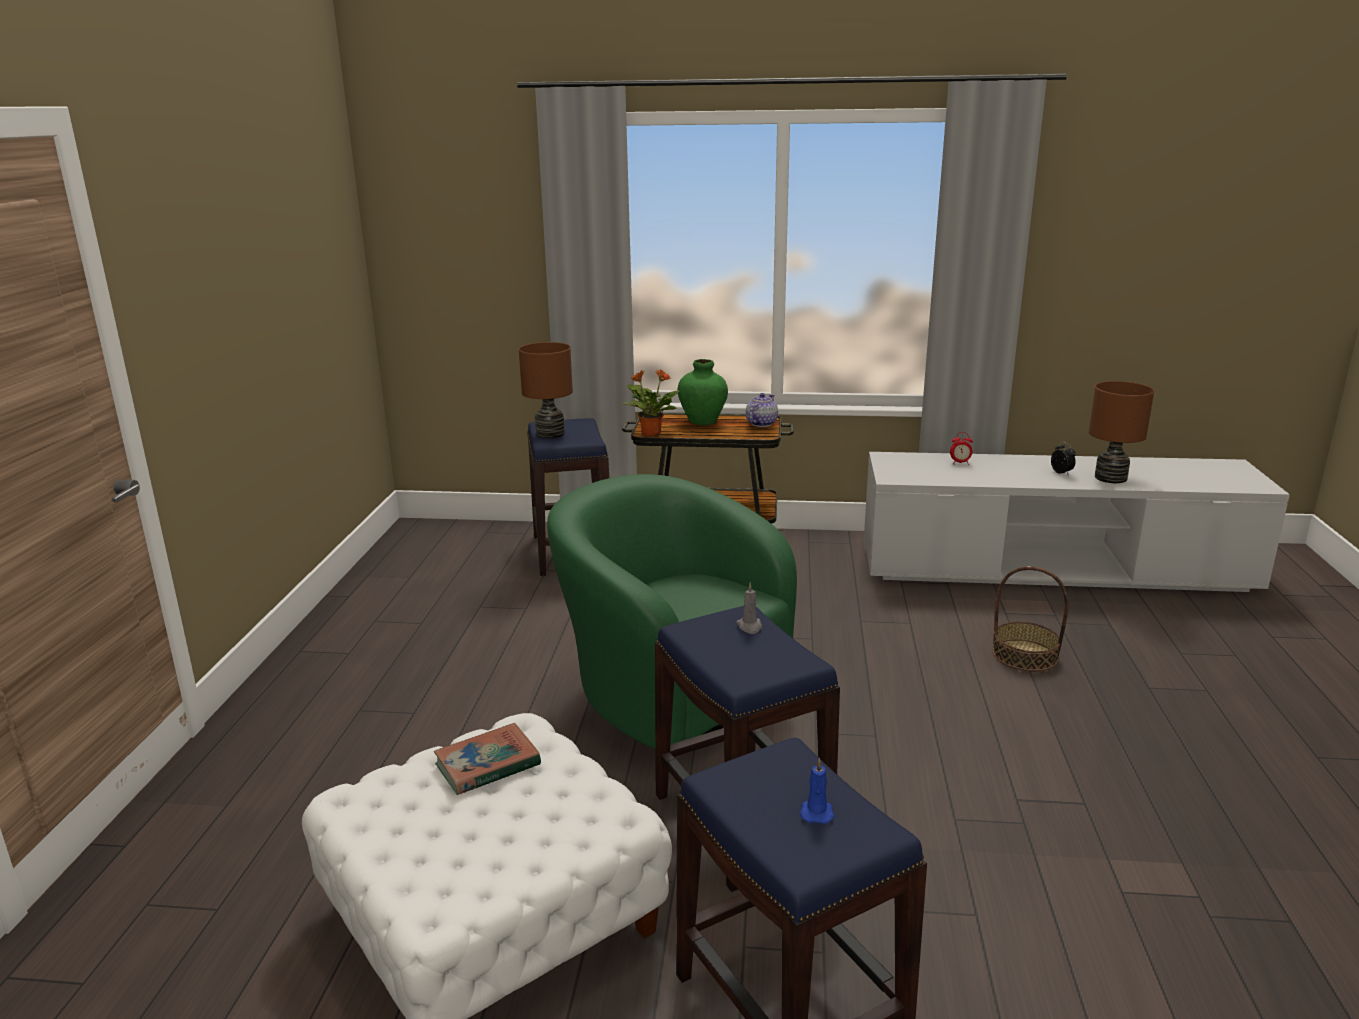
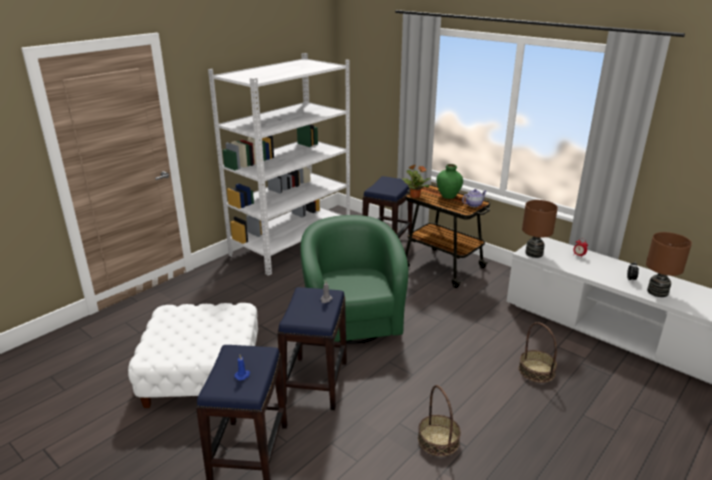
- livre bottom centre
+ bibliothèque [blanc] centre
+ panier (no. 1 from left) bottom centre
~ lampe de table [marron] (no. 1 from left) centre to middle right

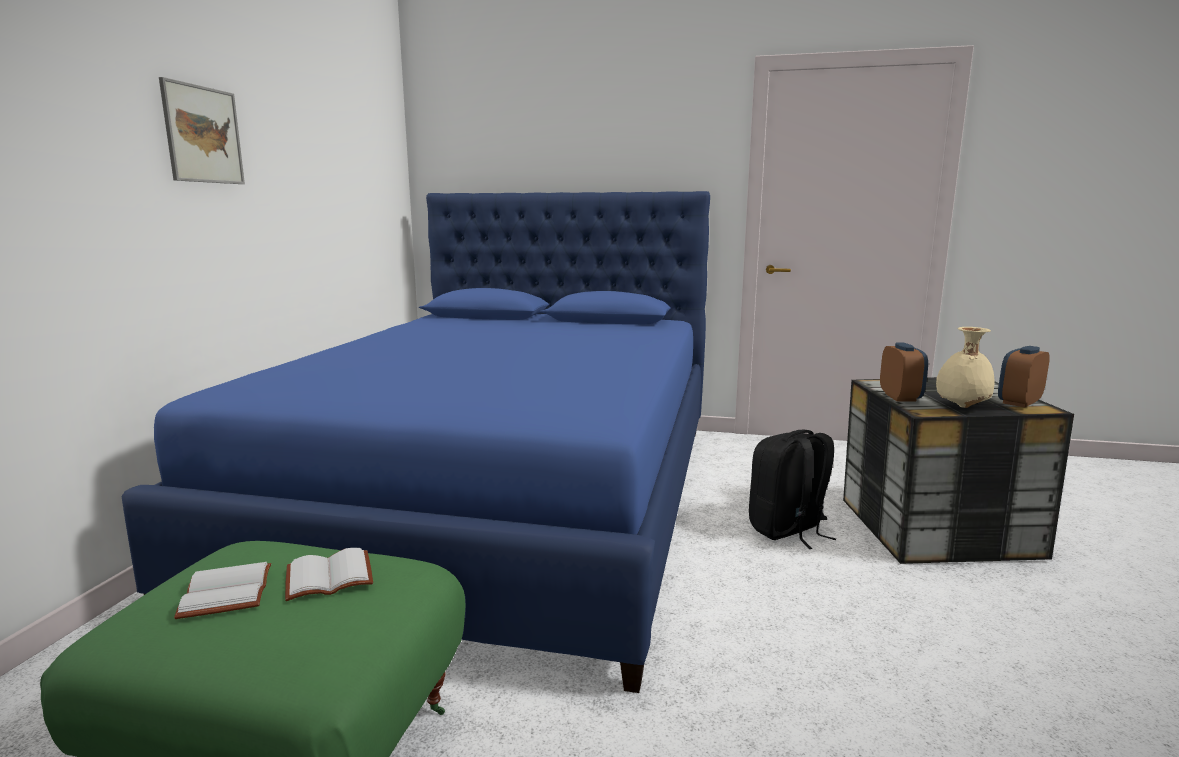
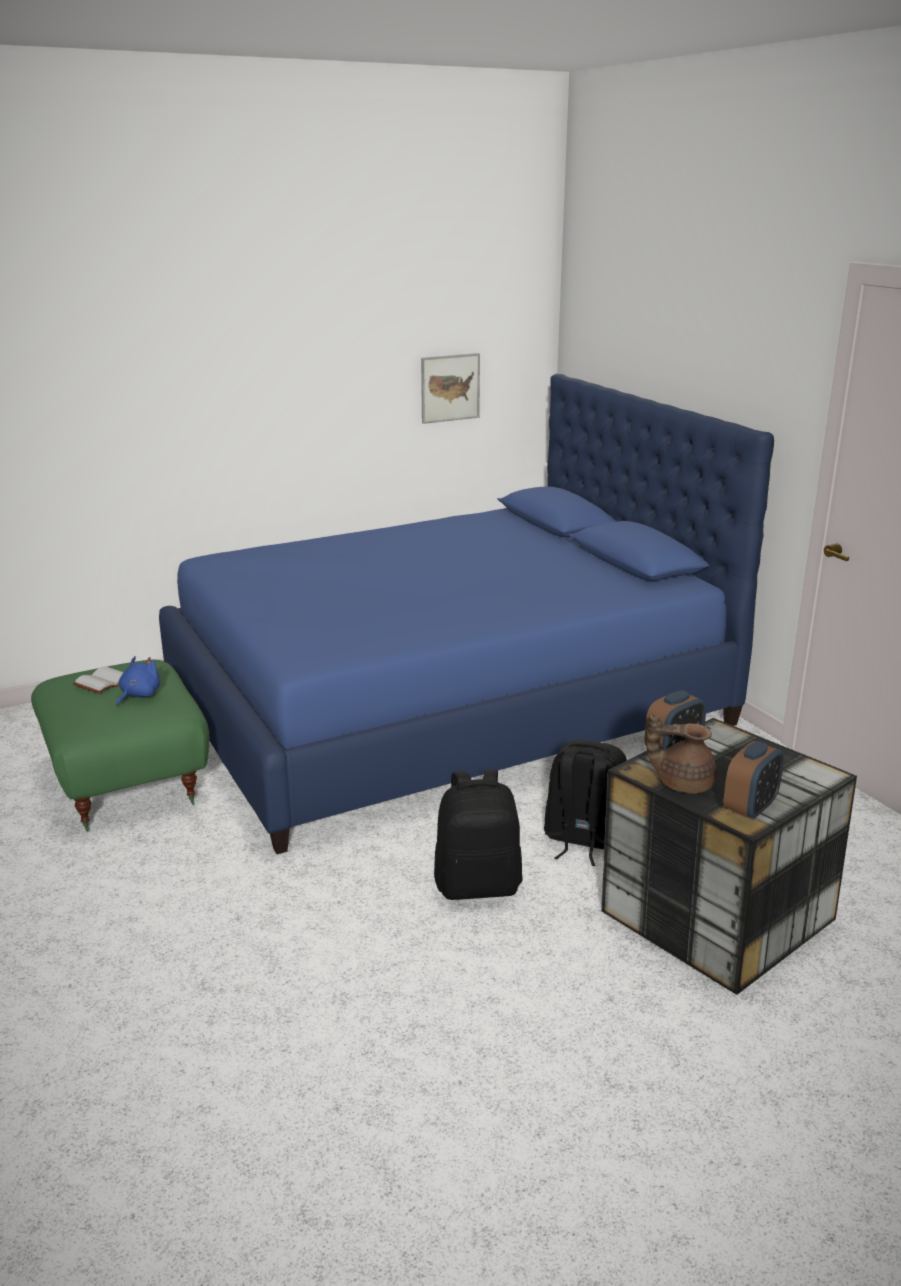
+ sac à dos [noir] (no. 1 from left) centre
~ tableau top left to top centre
~ livre [blanc] (no. 2 from left) bottom left to peluche [bleu] middle left
~ vase [beige] middle right to théière [marron] middle right
~ réveil (no. 2 from left) middle right = middle right 120 degrees clockwise

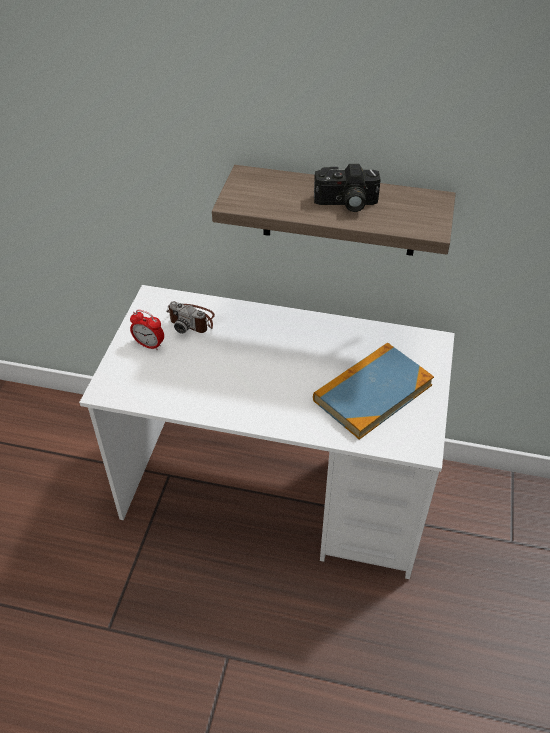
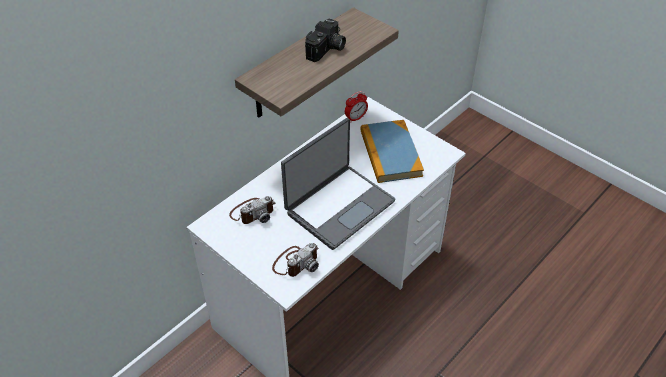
+ appareil photo (no. 2 from left) bottom centre
+ ordinateur portable centre
~ réveil middle left to top centre

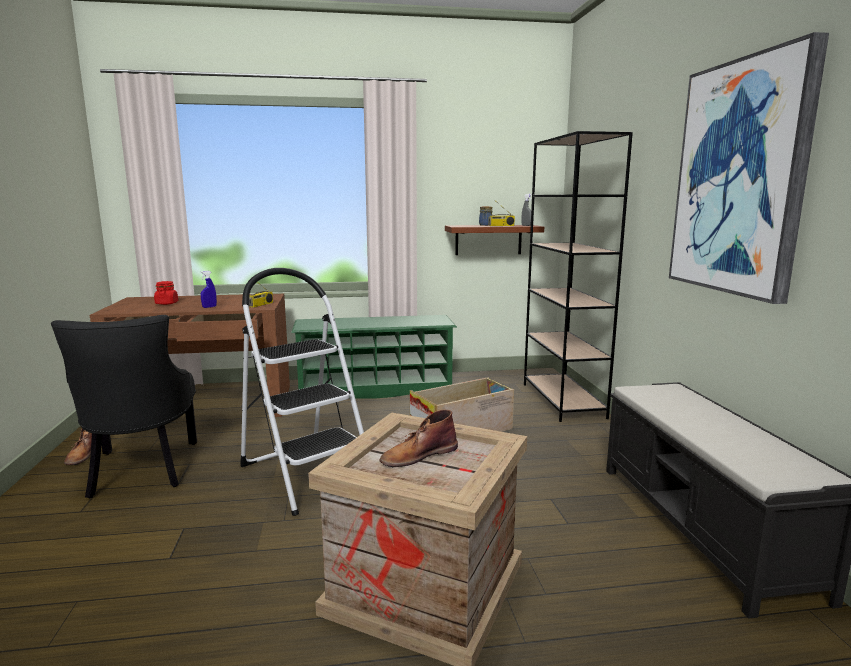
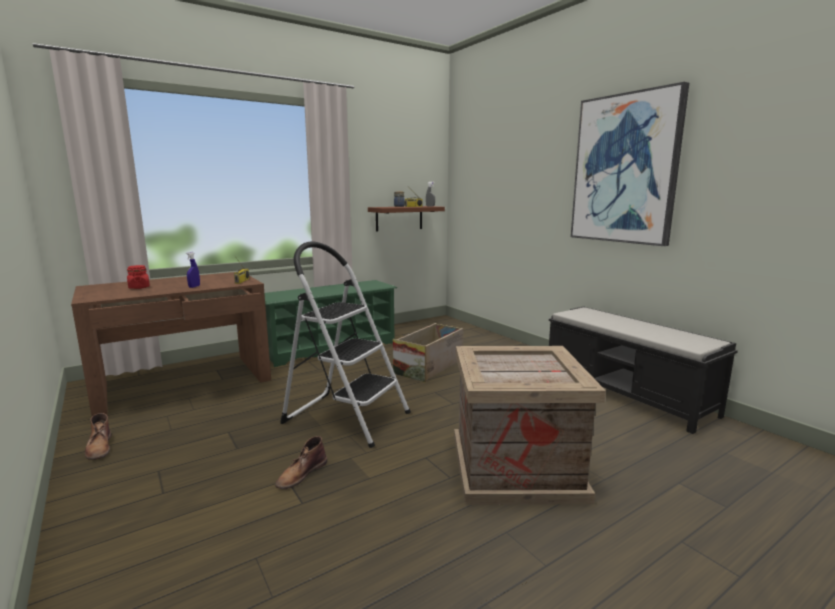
- chaise [noir] middle left
- bibliothèque [beige] middle right
~ botte [marron] (no. 2 from left) centre to bottom centre

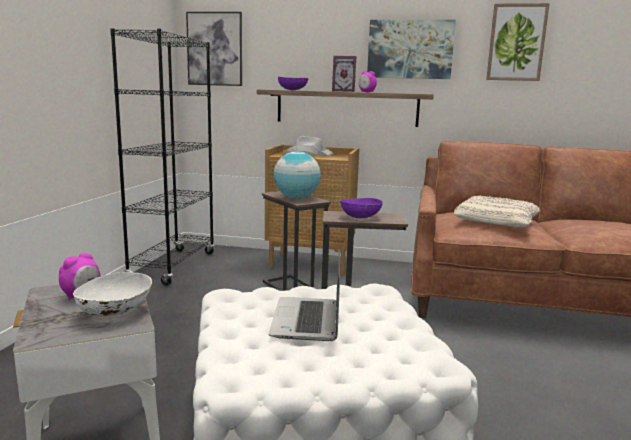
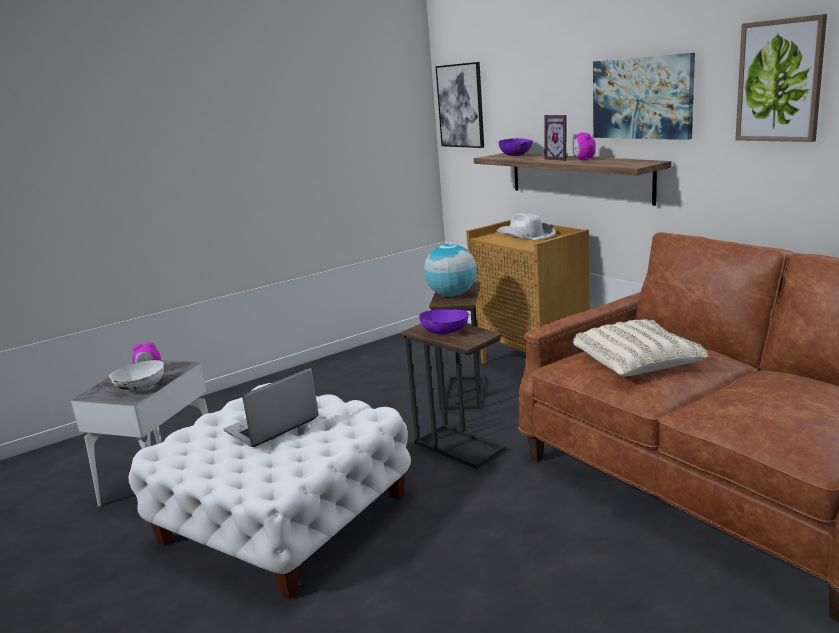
- bibliothèque [noir] middle left

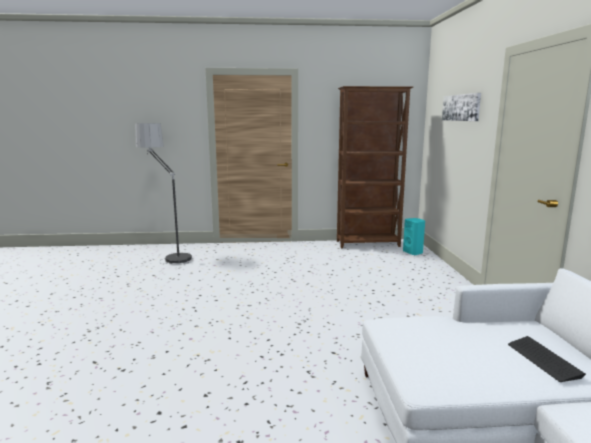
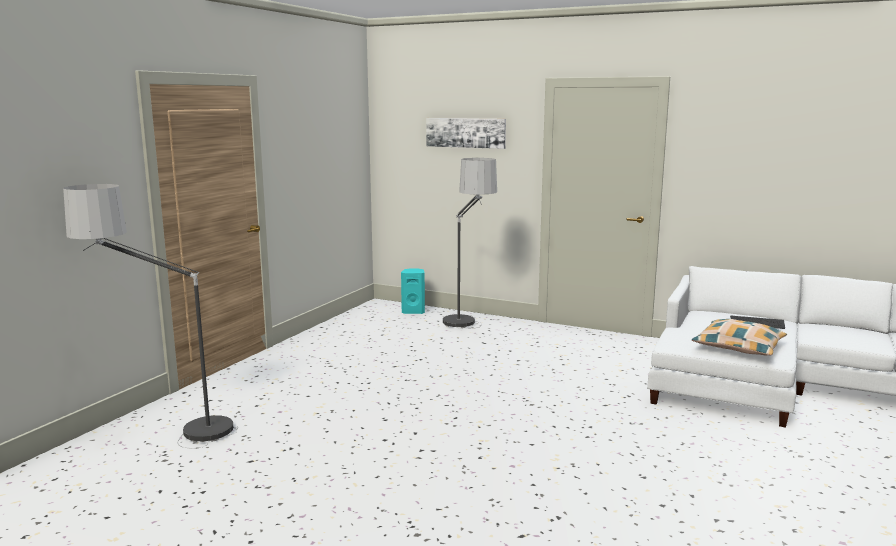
- bibliothèque [marron] centre
+ lampadaire (no. 2 from left) centre
+ coussin middle right

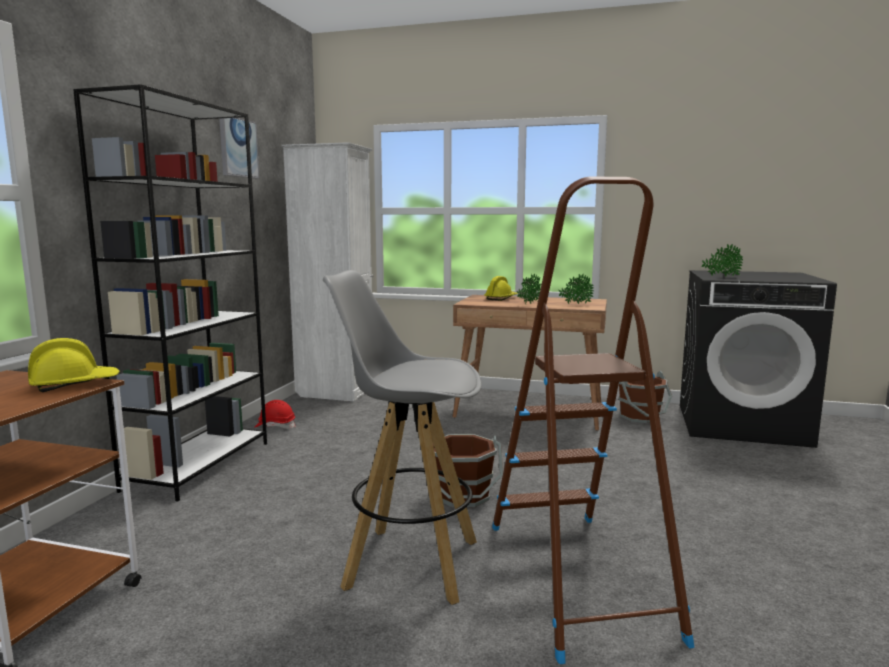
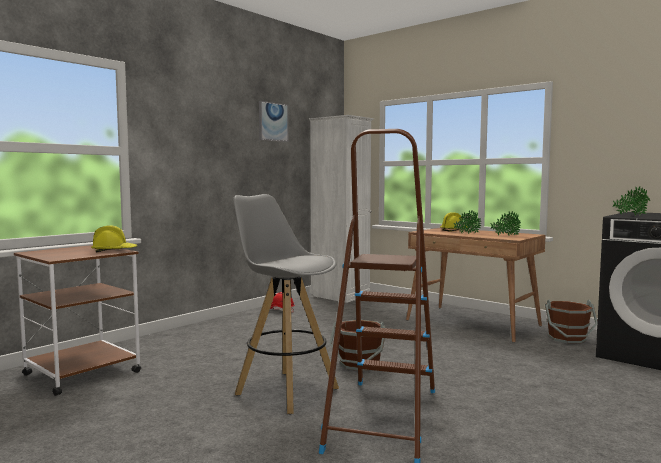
- bibliothèque [blanc] middle left

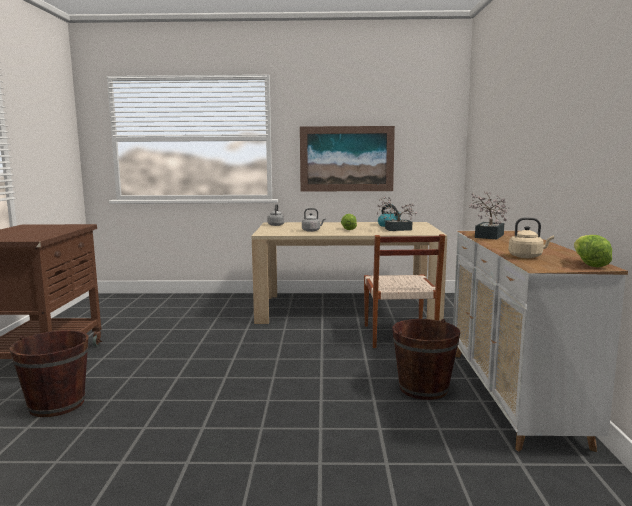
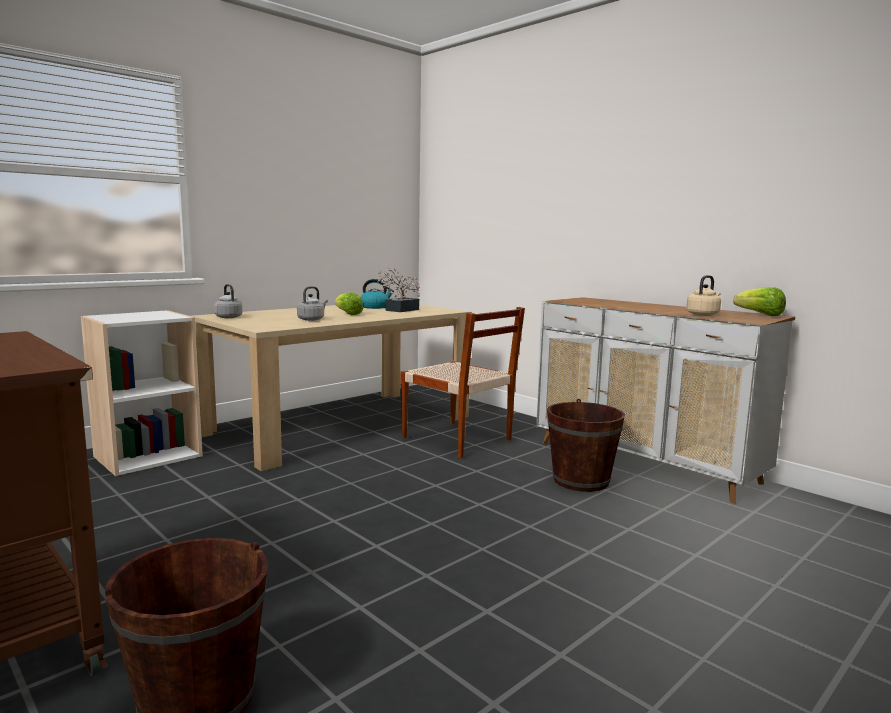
- tableau top centre
- plante en pot (no. 2 from left) middle right
+ bibliothèque [blanc] middle left

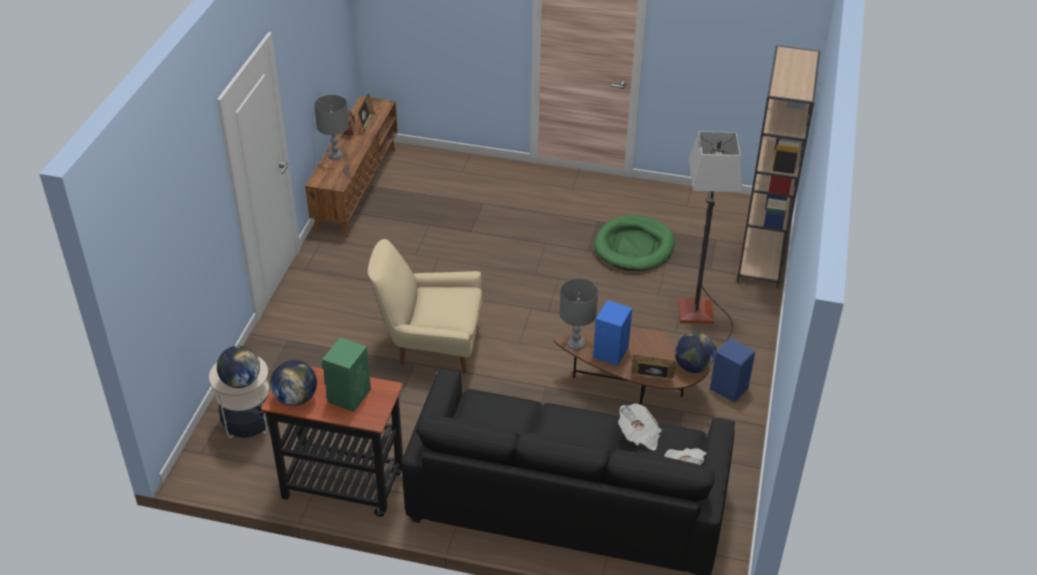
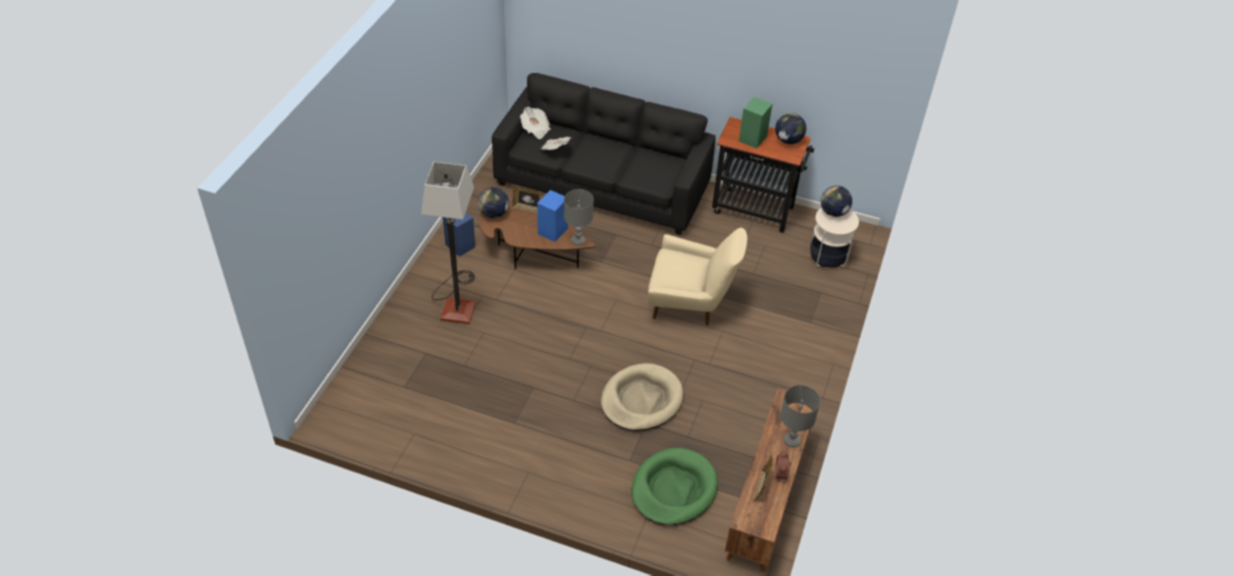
- bibliothèque top right
+ panier pour chien [beige] bottom centre
~ panier pour chien [vert] centre to bottom centre

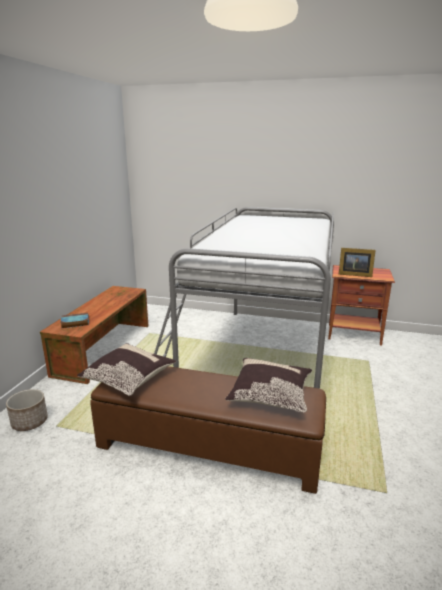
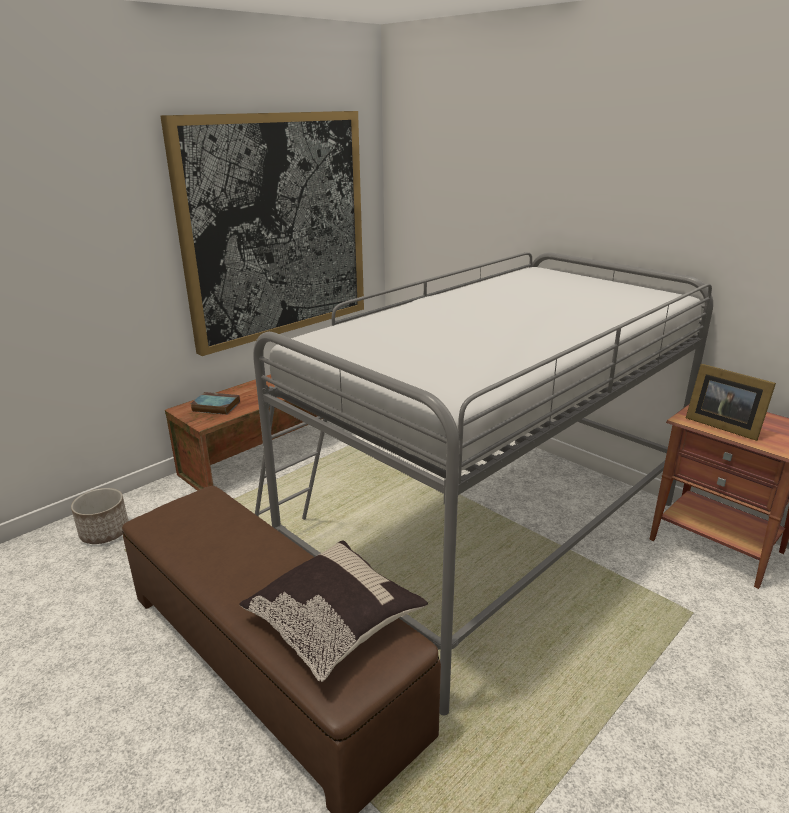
- coussin (no. 1 from left) middle left
+ tableau top left

